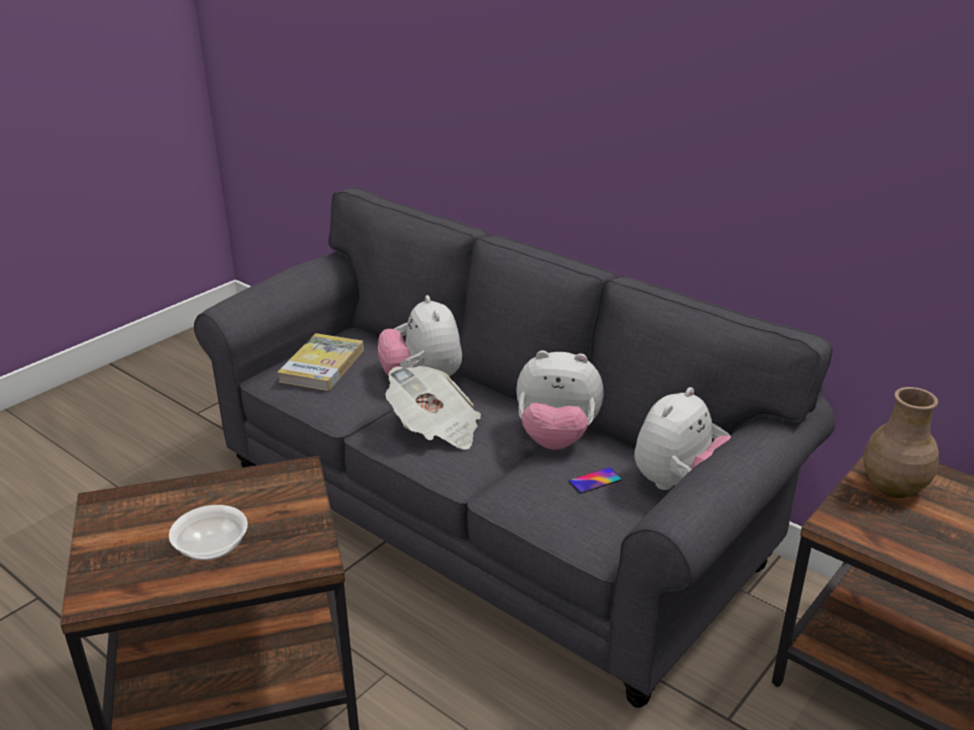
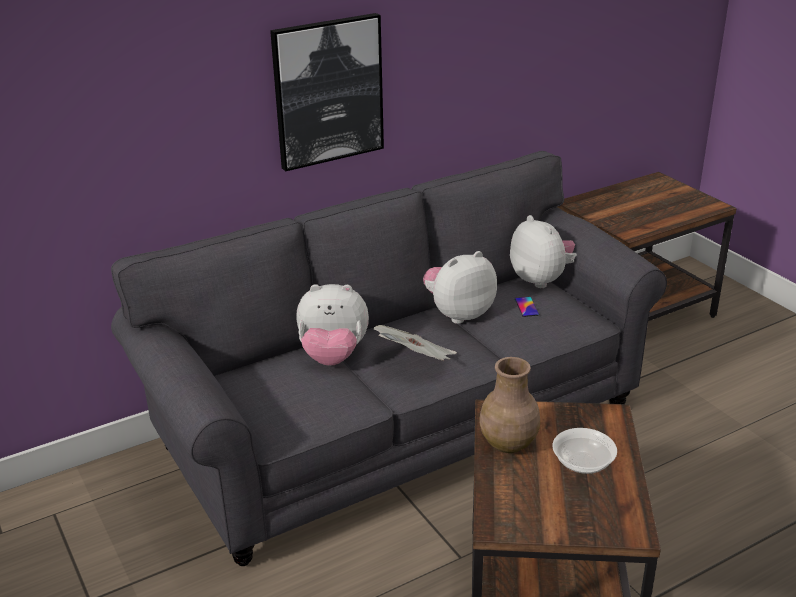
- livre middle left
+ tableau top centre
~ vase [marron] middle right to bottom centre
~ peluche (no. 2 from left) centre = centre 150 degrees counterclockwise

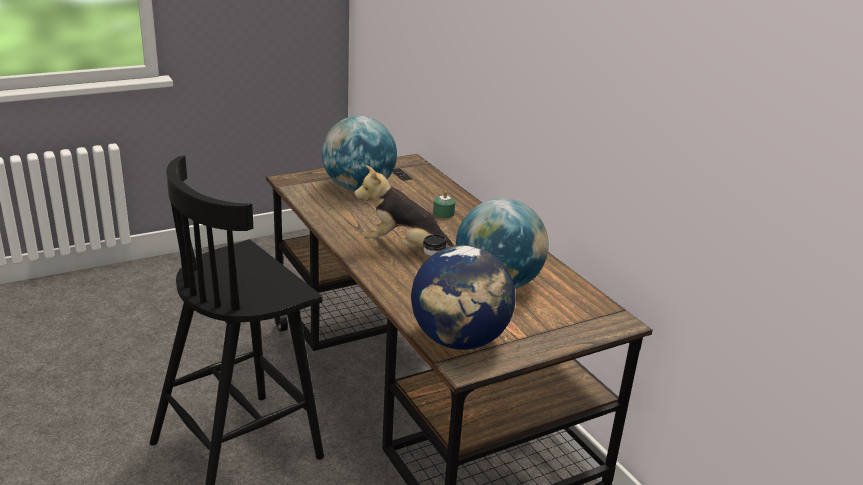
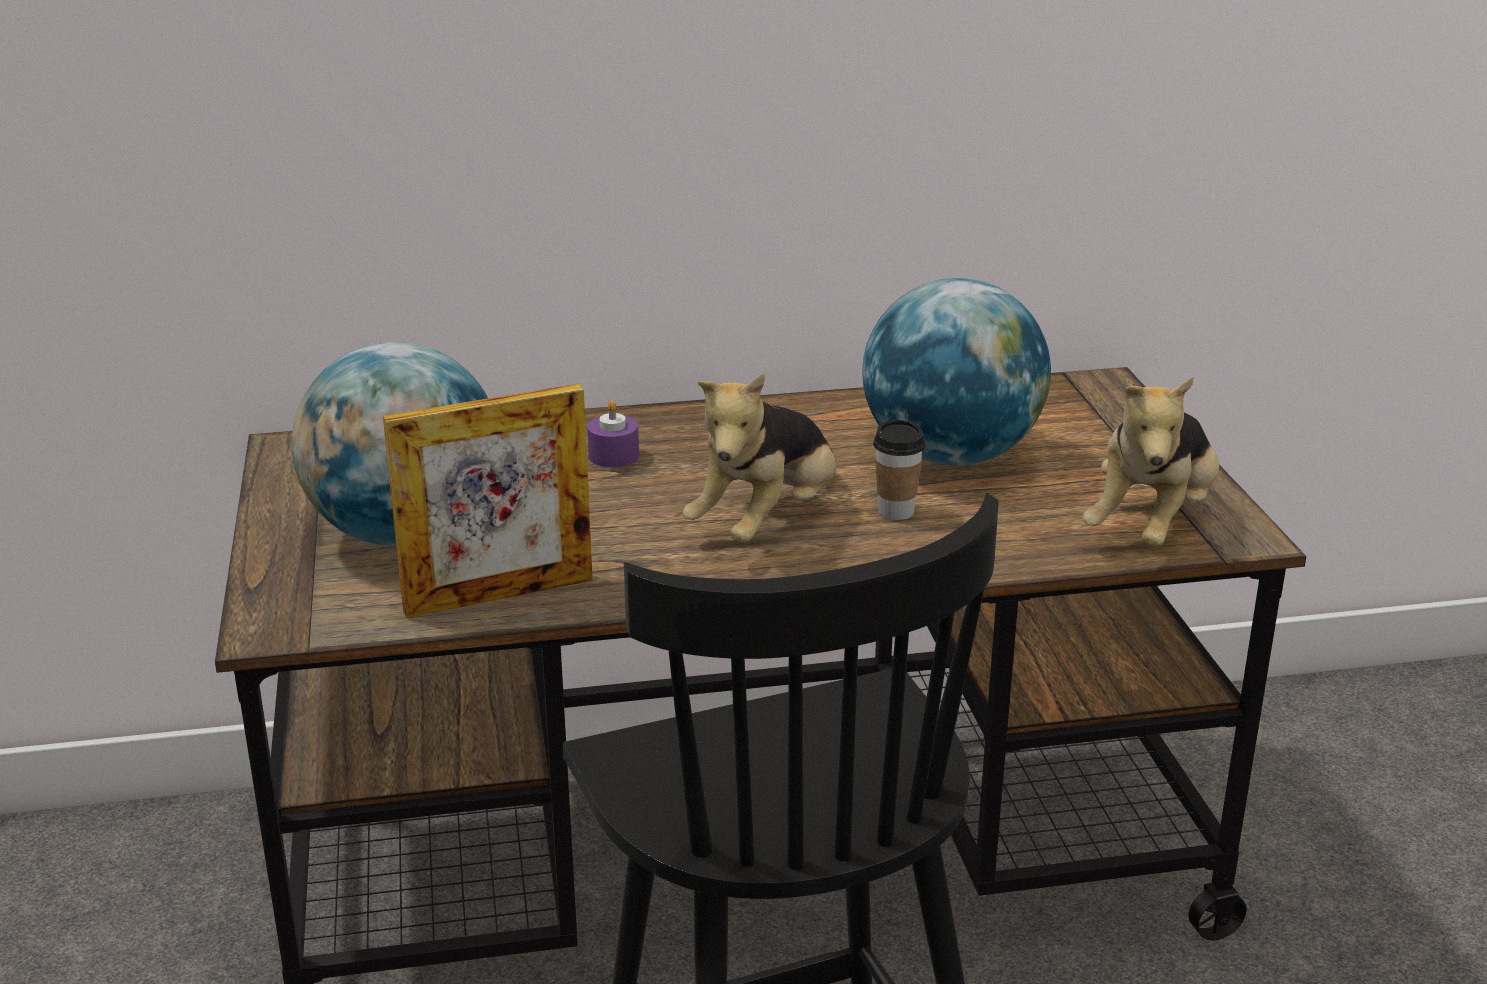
+ cadre photo middle left
~ globe (no. 2 from left) centre to peluche (no. 2 from left) middle right
~ bougie [vert] centre to bougie [violet] centre

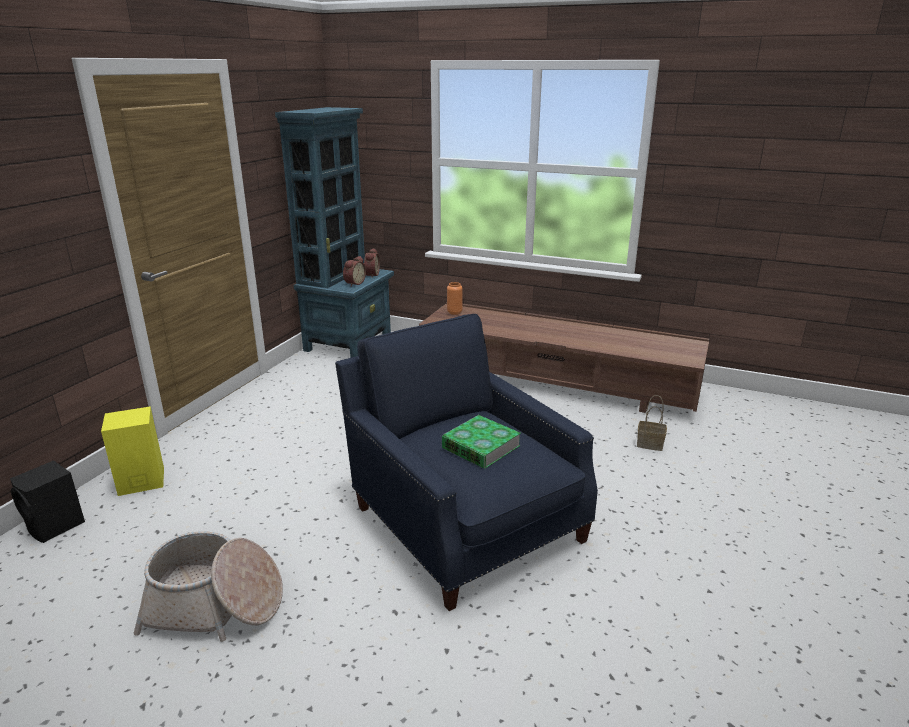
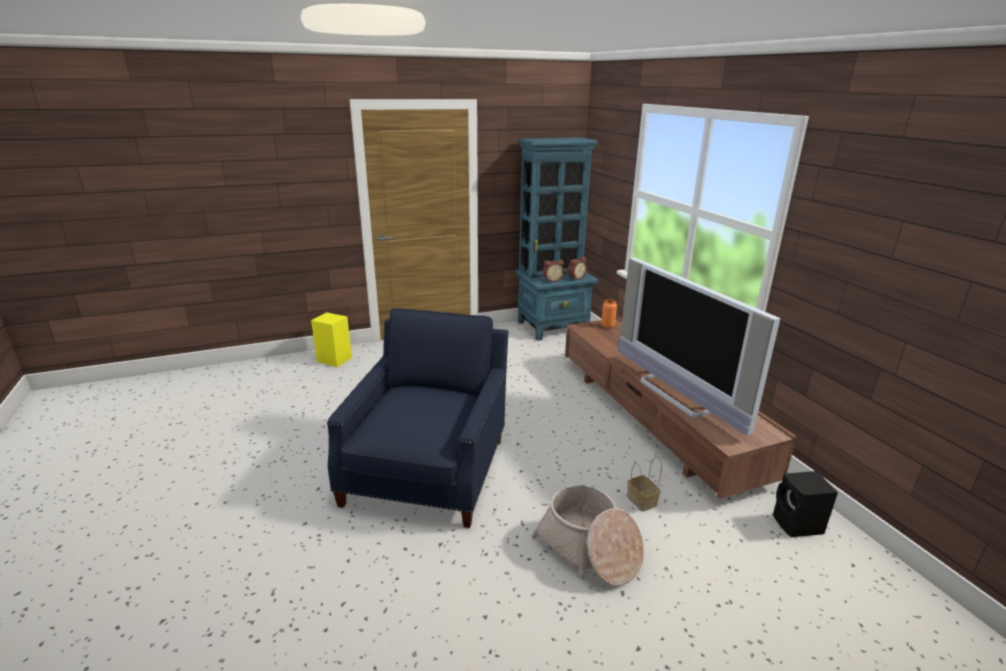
- livre centre
+ téléviseur middle right
~ enceinte [noir] bottom left to bottom right
~ panier (no. 1 from left) bottom left to bottom centre

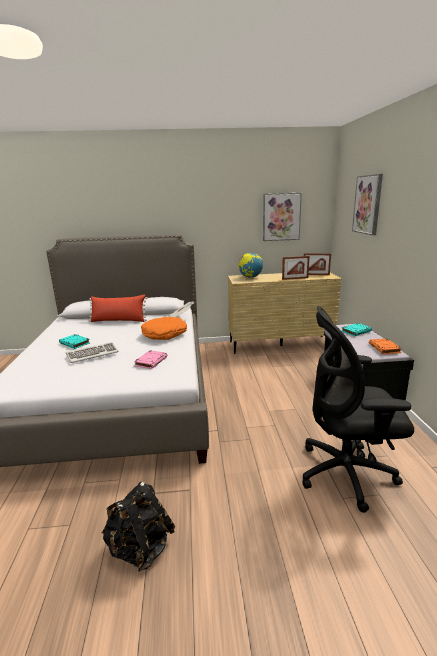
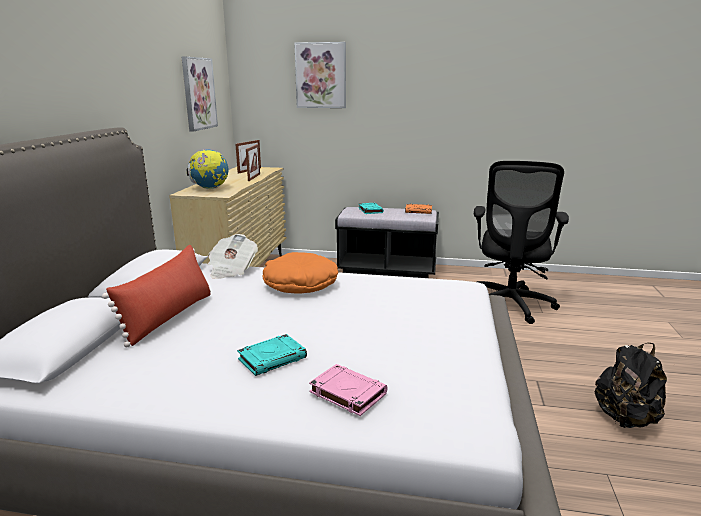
- clavier middle left
~ livre [rose] centre to bottom centre

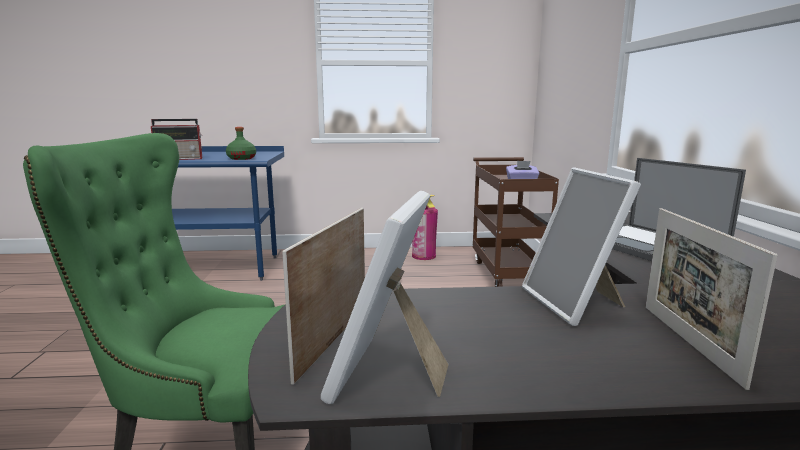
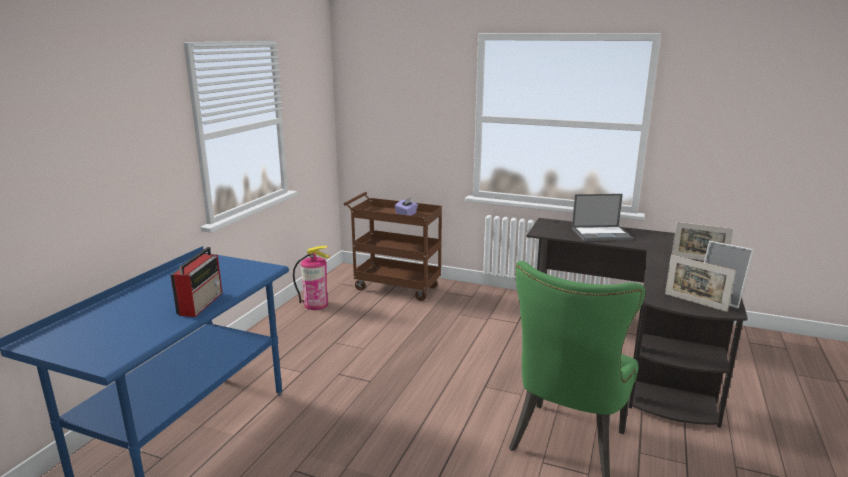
- bouteille [vert] top left
- cadre photo (no. 3 from left) middle right

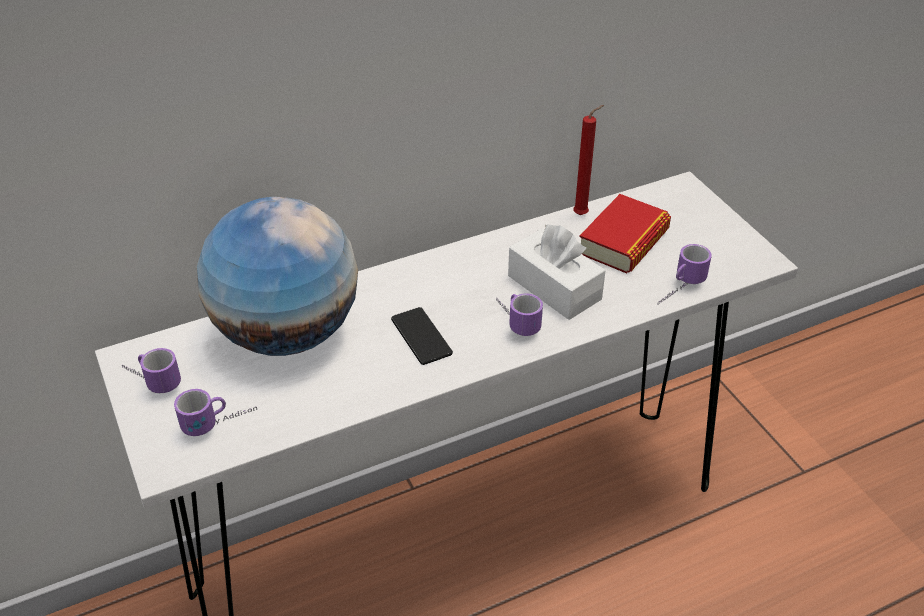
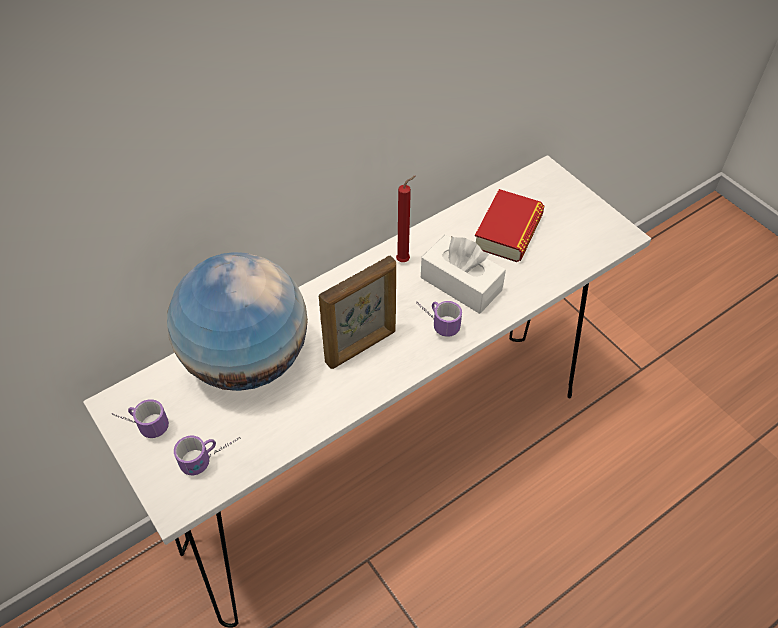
- mug (no. 4 from left) middle right
~ bougie [rouge] top centre to centre
~ téléphone centre to cadre photo centre

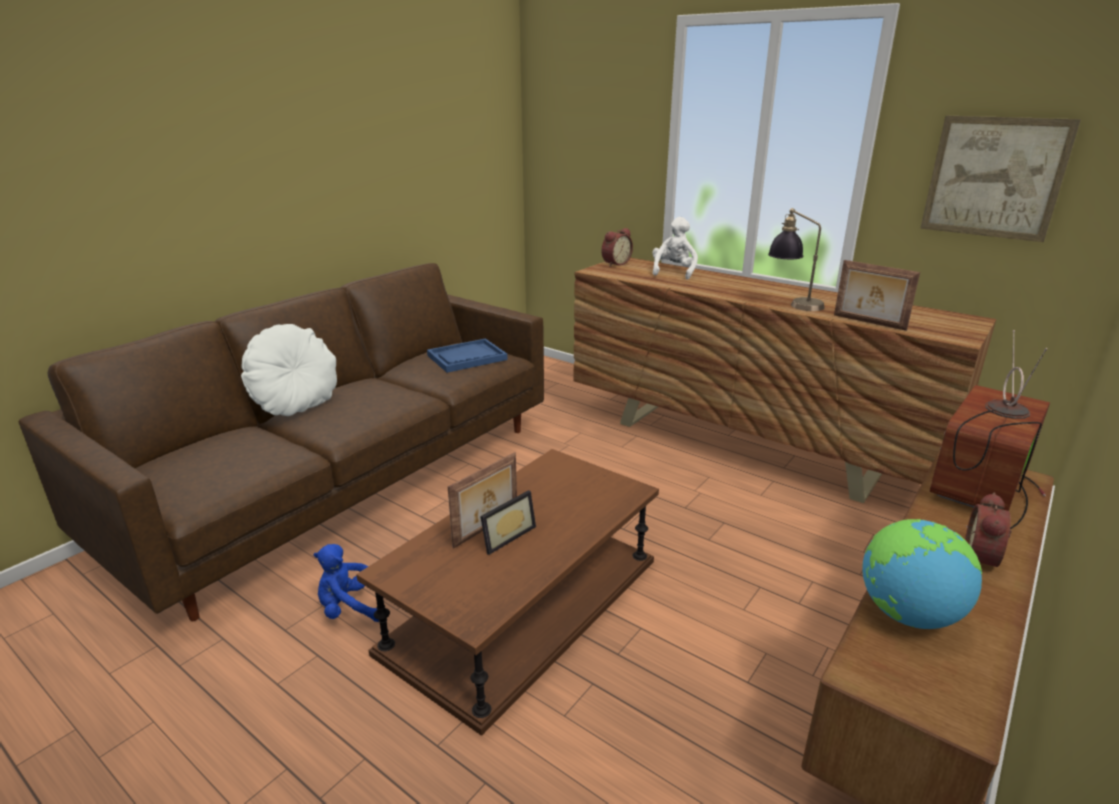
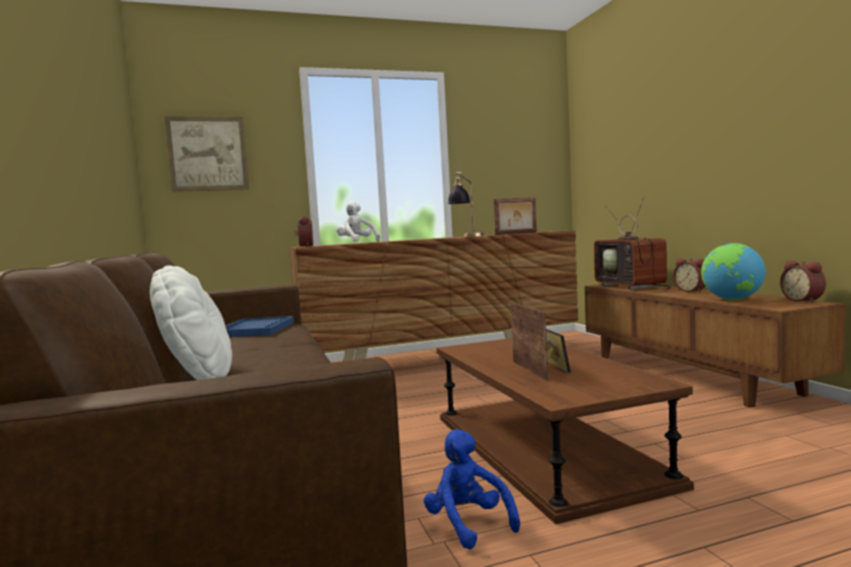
+ réveil (no. 3 from left) middle right
~ tableau top right to top left
~ peluche [bleu] bottom left = bottom centre 120 degrees clockwise

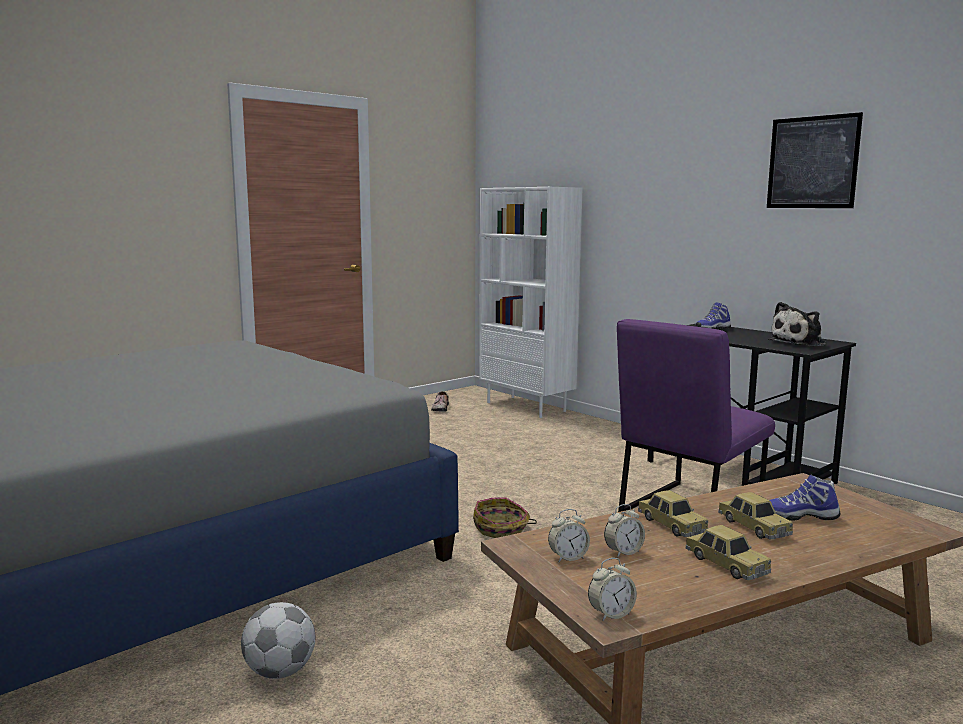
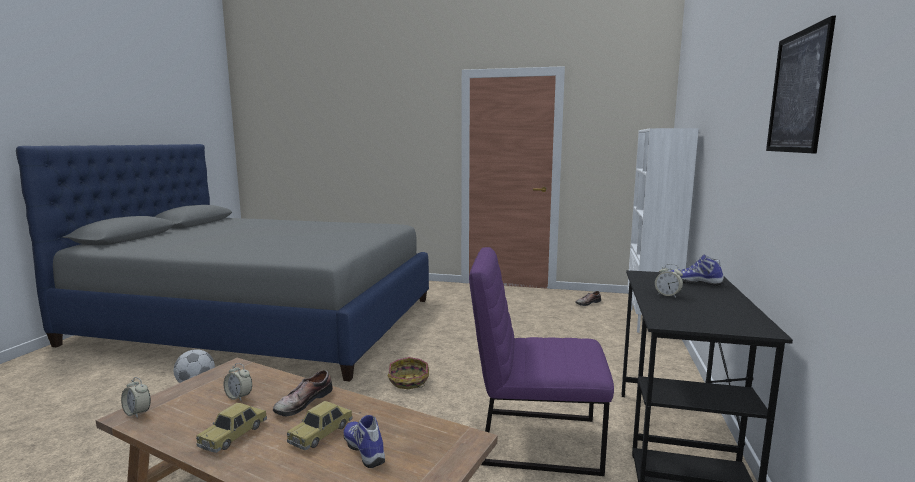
- peluche middle right
~ réveil (no. 1 from left in the first image) bottom centre to réveil (no. 3 from left) middle right
~ petite voiture (no. 1 from left) bottom right to chaussure (no. 1 from left) bottom left

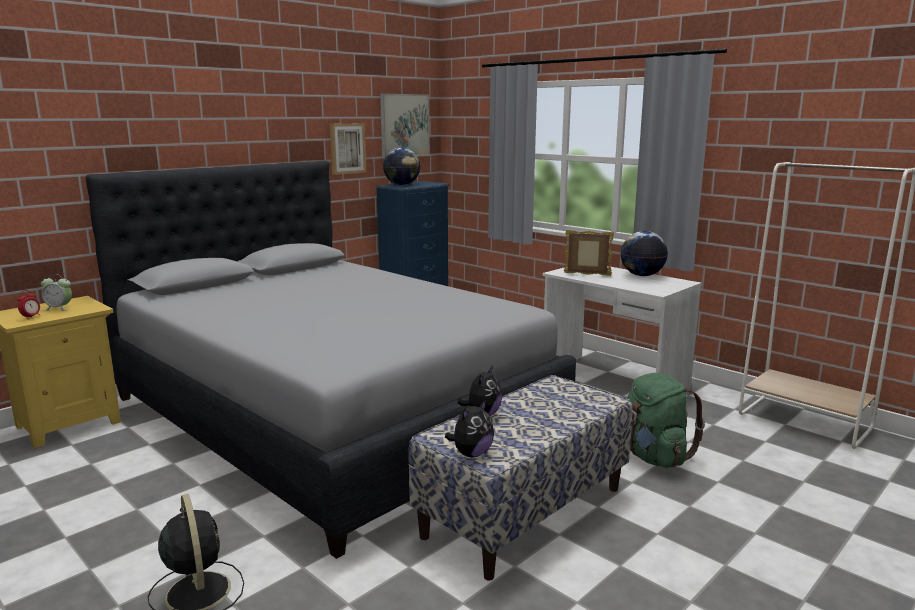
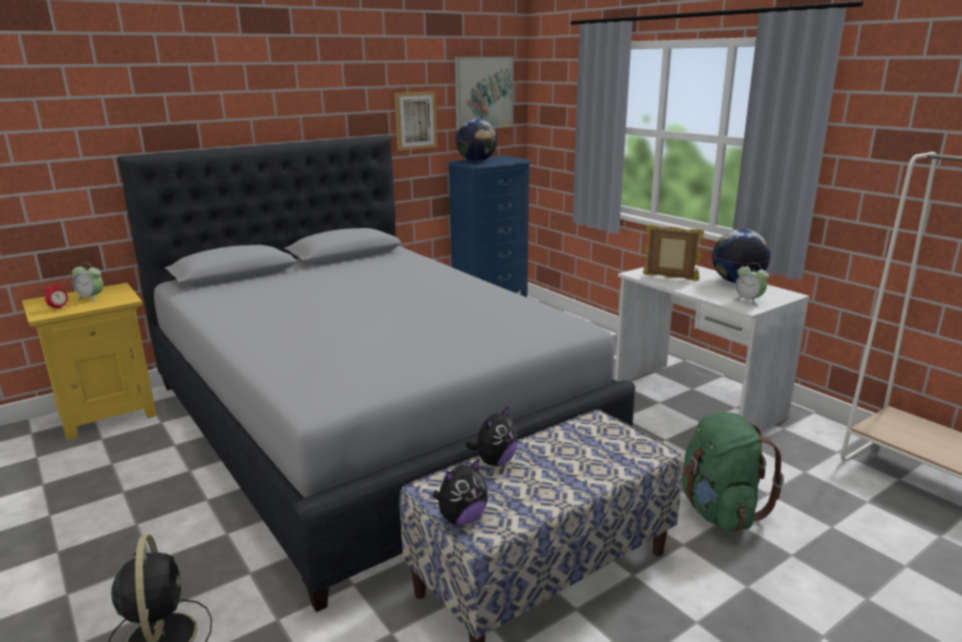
+ réveil (no. 3 from left) middle right

